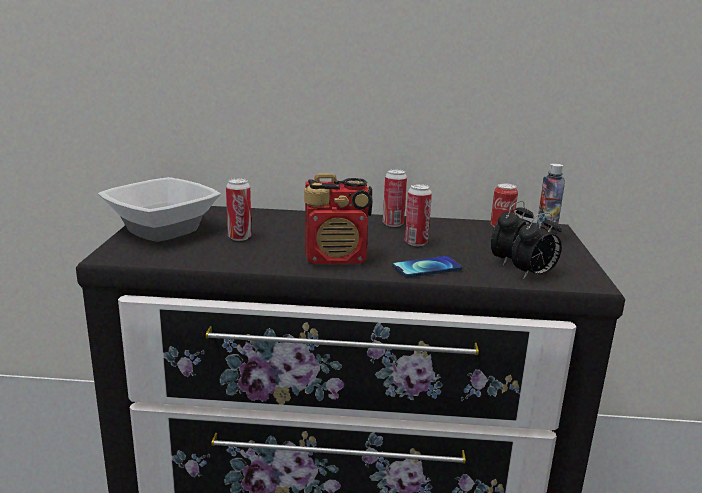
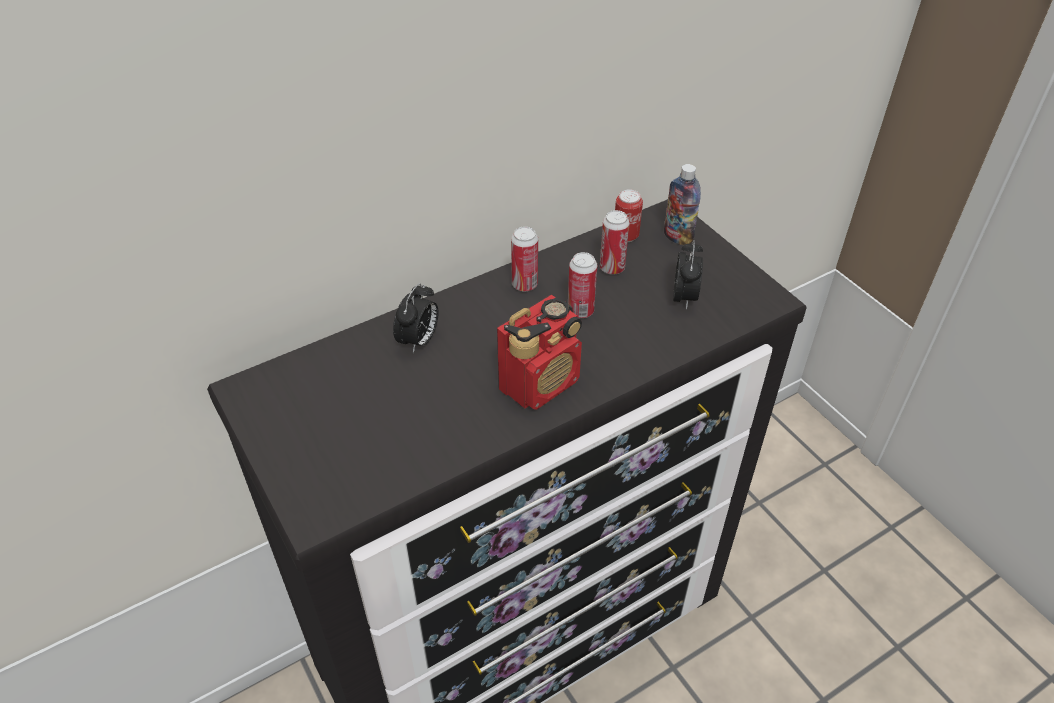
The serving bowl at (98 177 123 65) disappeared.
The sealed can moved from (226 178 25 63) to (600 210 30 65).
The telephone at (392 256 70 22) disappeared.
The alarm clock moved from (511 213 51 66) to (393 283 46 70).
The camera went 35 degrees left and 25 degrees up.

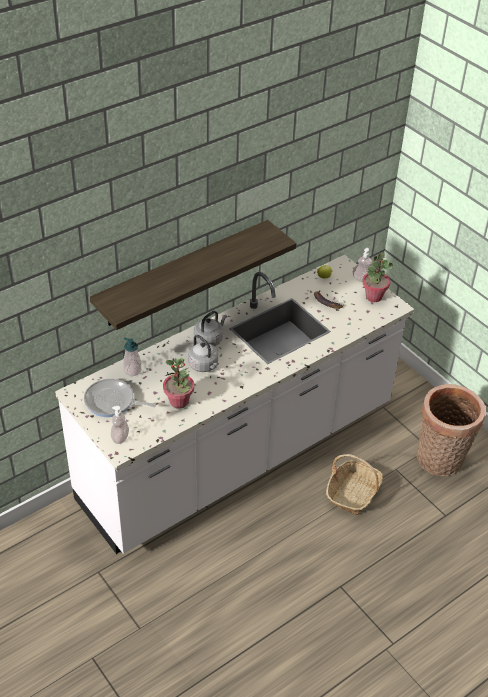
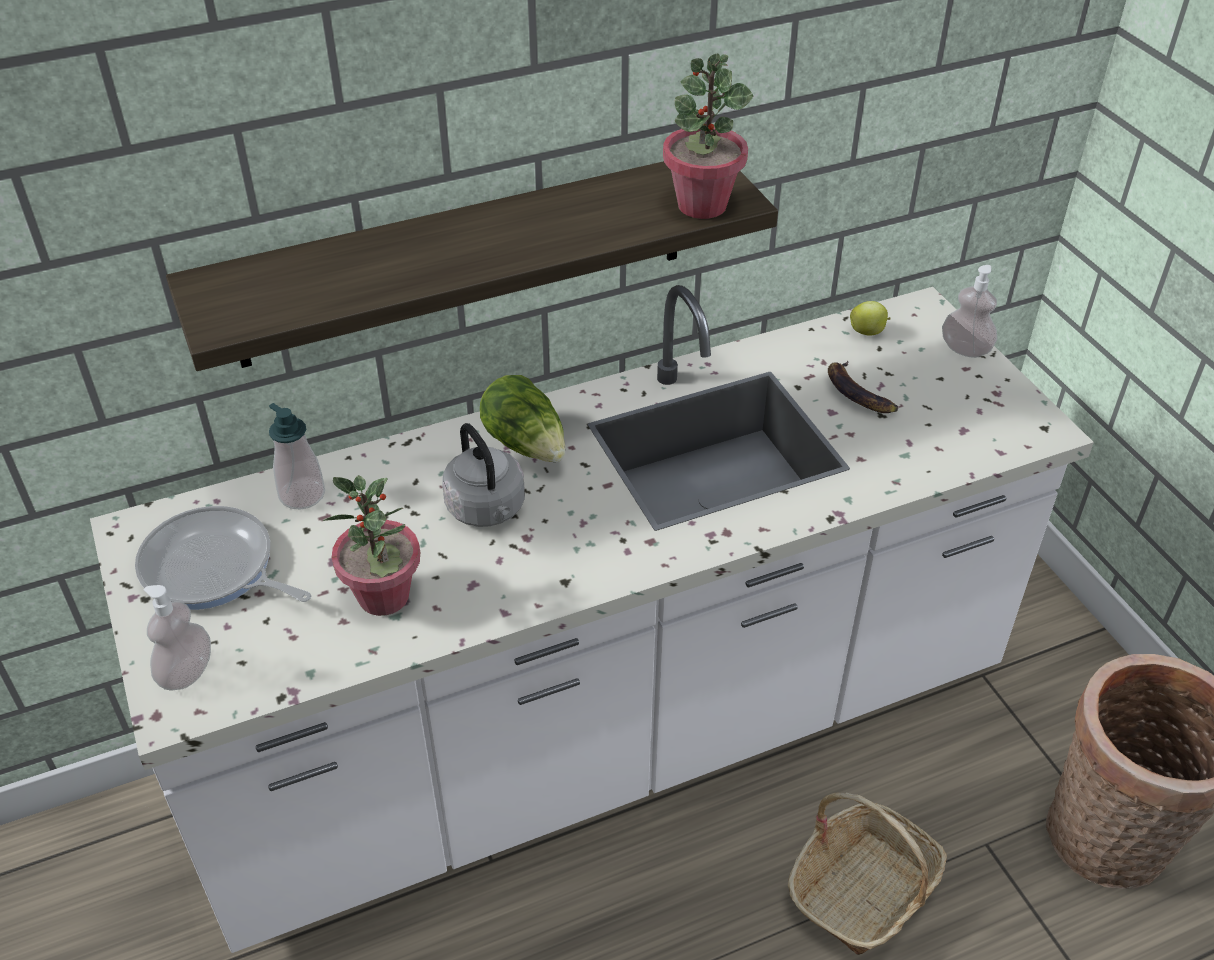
The tea kettle/grey at (194 311 33 35) was replaced by the lettuce head at (480 375 85 87).
The potted plant moved from (362 253 31 49) to (663 54 90 165).
The camera went 15 degrees right and 0 degrees up.

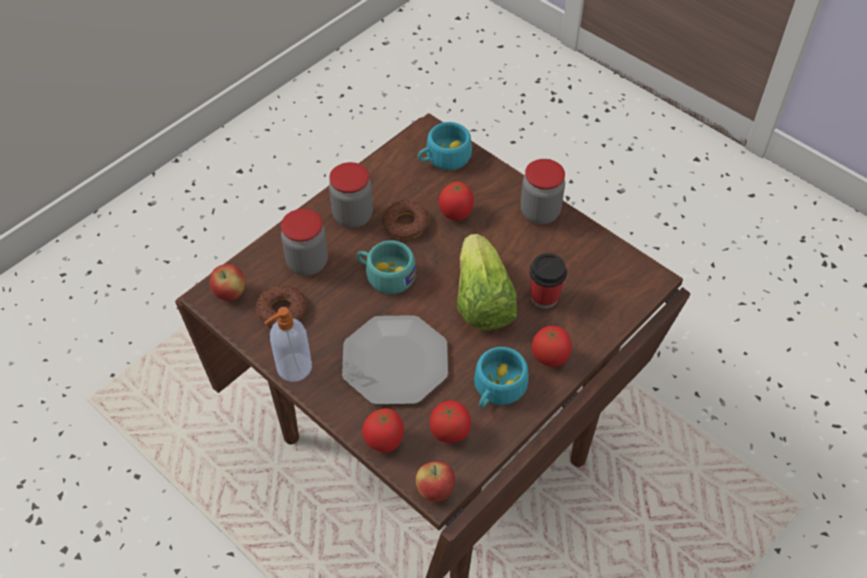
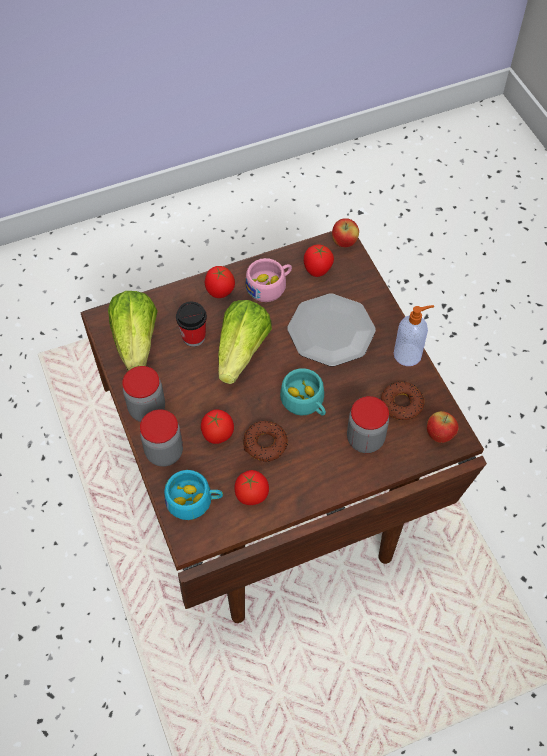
The preserve jar moved from (329 162 44 66) to (140 409 43 58).
The whole tomato moved from (362 408 42 44) to (235 470 34 35).
The small cup/blue-green at (474 347 55 61) became the small cup/pinkish at (245 258 47 44).
The lettuce head at (108 291 50 80) appeared.
The camera went 155 degrees left and 5 degrees up.

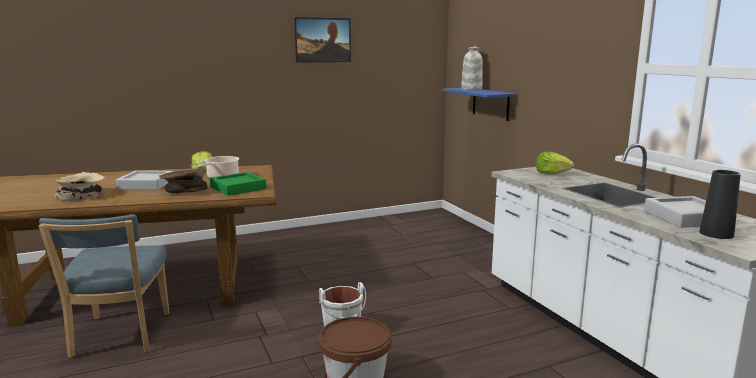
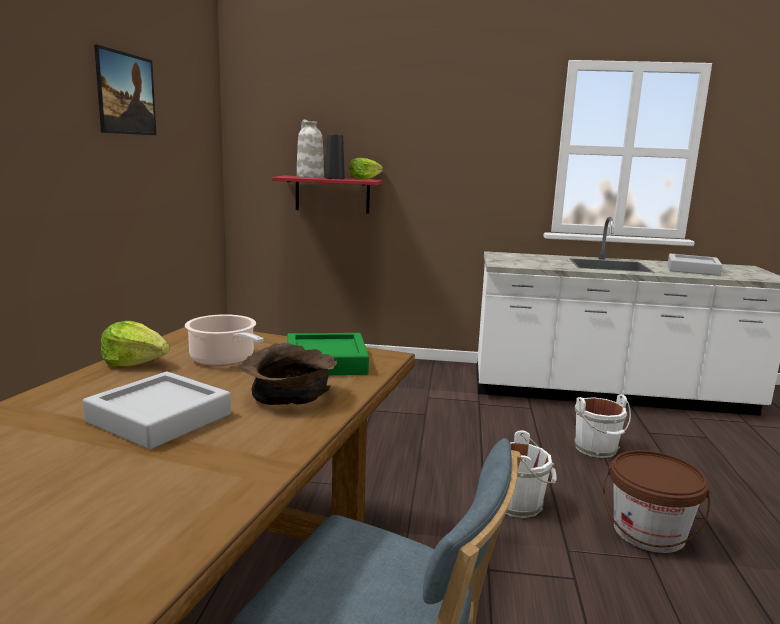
The serving bowl/beige at (54 172 51 29) disappeared.
The wall shelf/blue-coloured at (442 88 75 33) became the wall shelf/red-coloured at (272 175 111 39).
The lettuce head moved from (536 152 38 23) to (349 158 34 21).
The vase/black-coloured moved from (699 170 42 69) to (325 134 20 45).
The bucket/white at (574 394 57 64) appeared.
The camera went 60 degrees left and 0 degrees up.

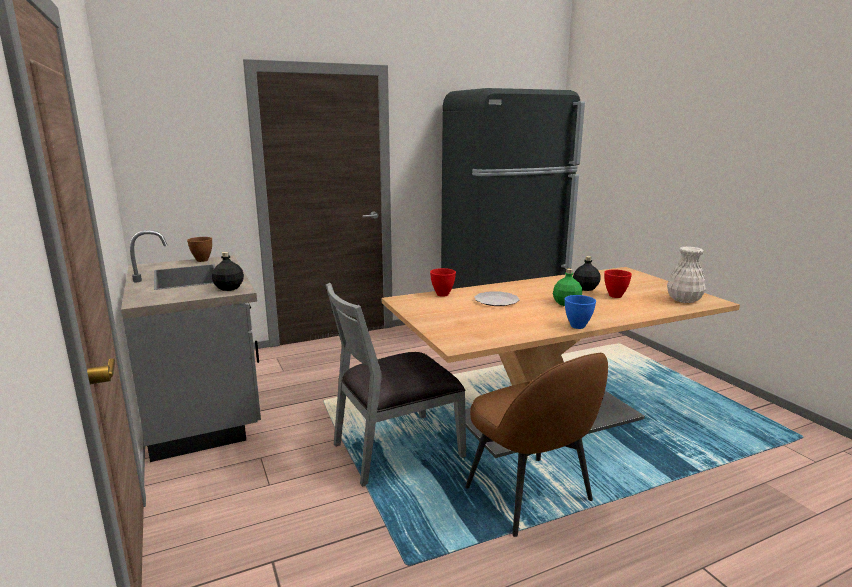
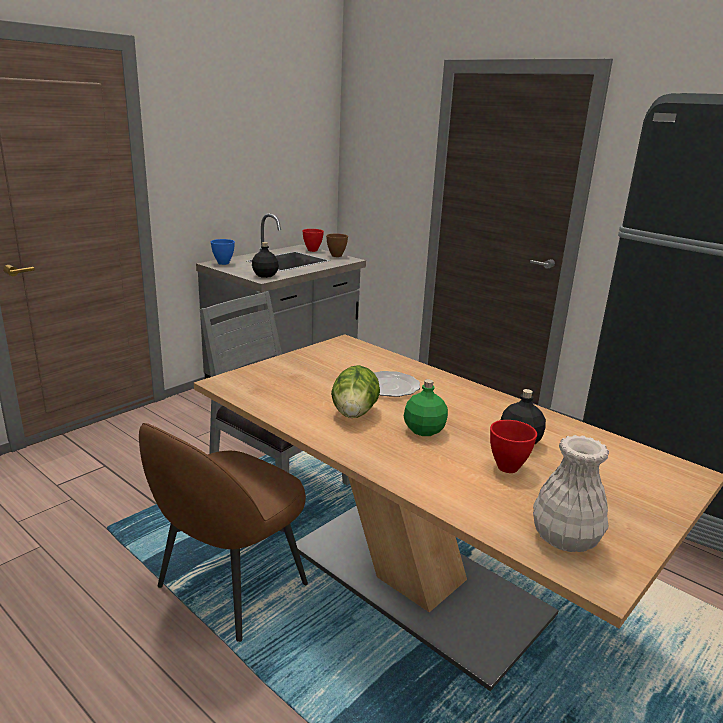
The serving bowl/red-coloured moved from (430 268 26 29) to (302 229 22 23).
The serving bowl/blue-coloured moved from (565 295 31 34) to (211 239 24 26).
The lettuce head at (331 365 49 53) appeared.
The camera went 65 degrees right and 5 degrees up.

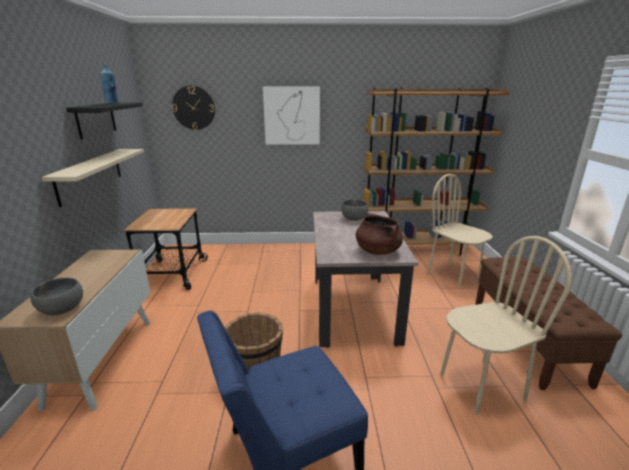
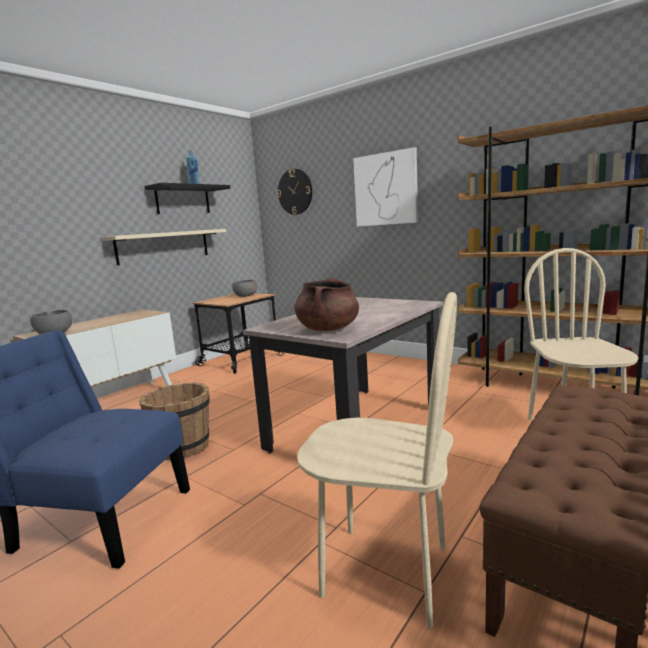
The serving bowl/grey moved from (341 199 27 22) to (232 280 25 17).
The camera went 40 degrees right and 10 degrees down.

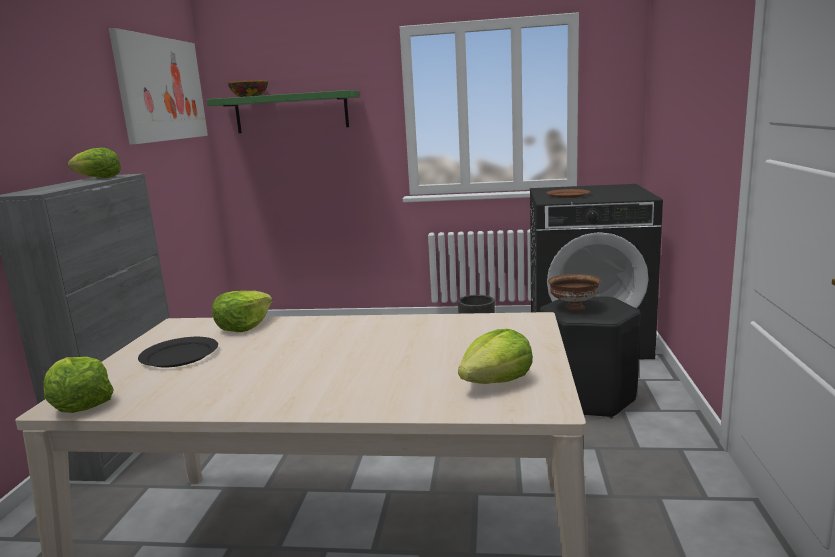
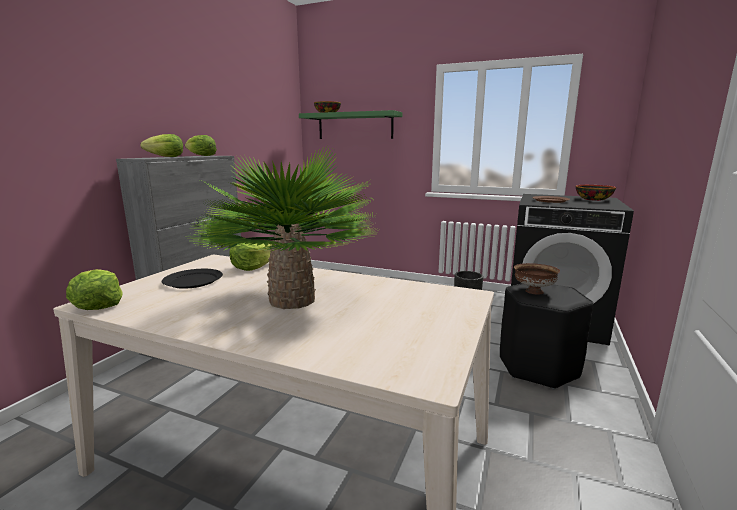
The wall art at (109 28 99 117) disappeared.
The lettuce head moved from (458 329 75 55) to (140 134 43 23).
The potted plant at (187 146 188 163) appeared.
The serving bowl at (576 185 40 16) appeared.
The camera went 15 degrees right and 0 degrees up.

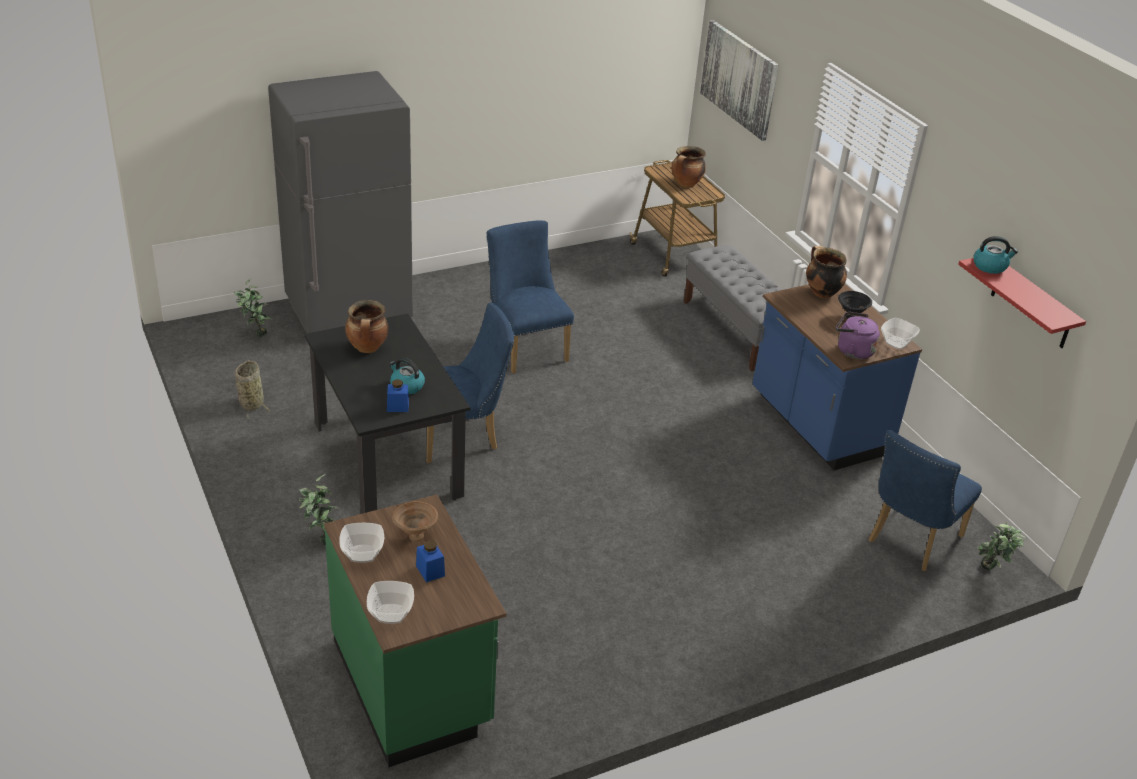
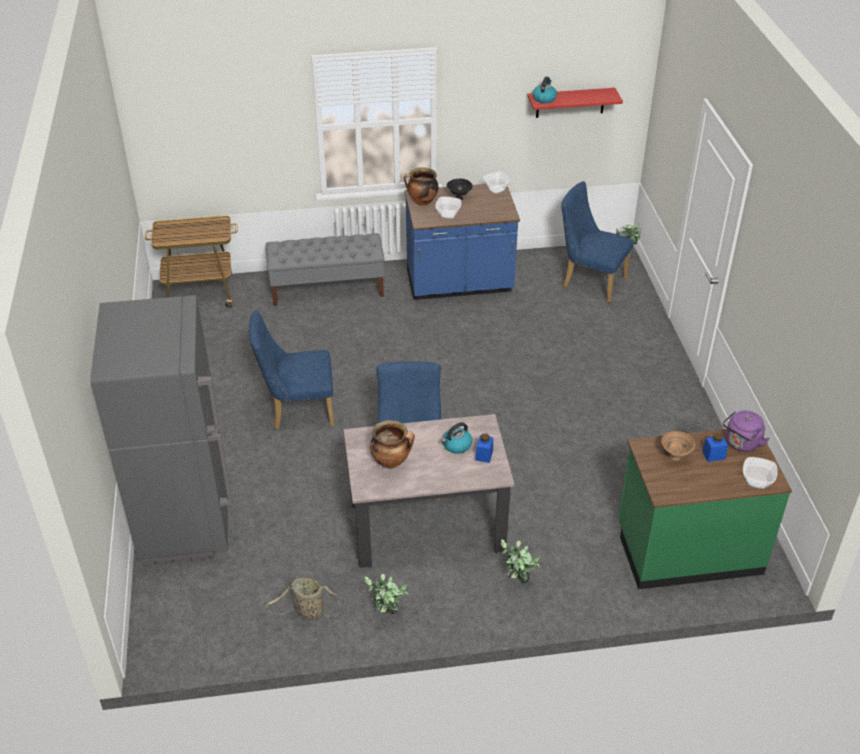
The potted plant moved from (233 278 39 59) to (365 573 44 41).
The dining table/black-coloured at (305 313 165 201) became the dining table/beige at (344 414 171 154).
The serving bowl moved from (339 523 45 40) to (435 197 27 22).
The cooking pot at (671 146 35 42) disappeared.
The wall art at (700 20 78 121) disappeared.
The tea kettle/purple moved from (836 312 44 47) to (723 410 47 42).
The plain chair/blue-coloured at (868 430 114 141) turned 150 degrees clockwise.
The camera went 70 degrees left and 5 degrees up.

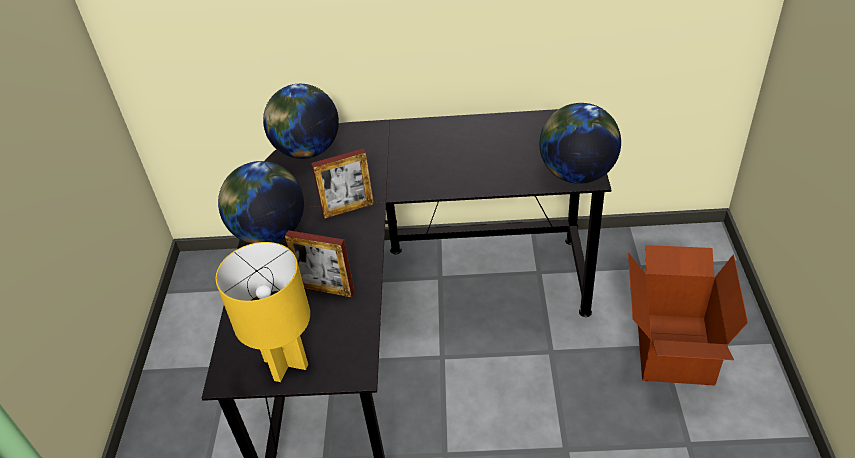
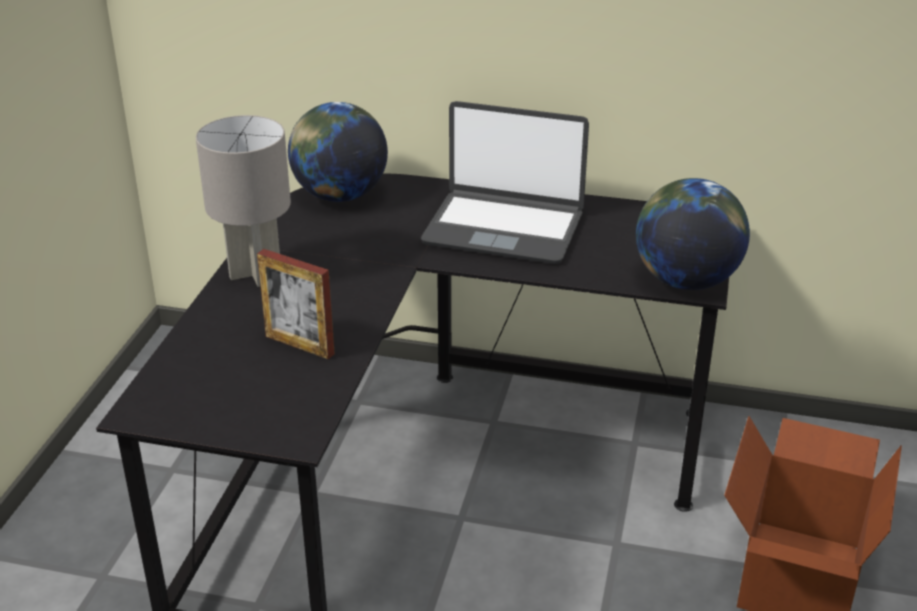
The tabletop lamp/yellow-coloured at (216 242 94 140) disappeared.
The globe at (218 161 86 83) was replaced by the tabletop lamp/grey at (196 115 95 172).
The picture frame at (311 148 63 71) disappeared.
The notebook computer at (421 101 168 163) appeared.
The camera went 10 degrees right and 10 degrees down.

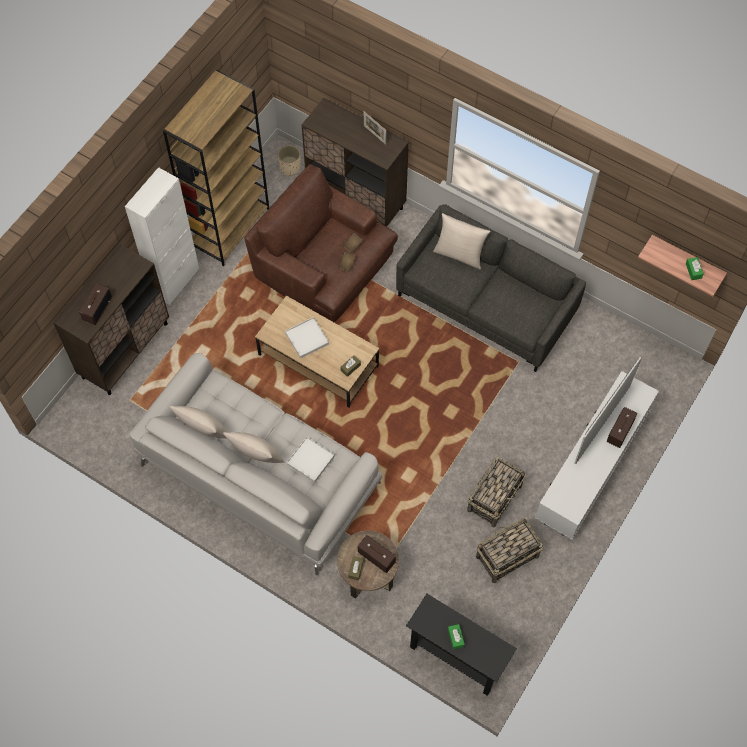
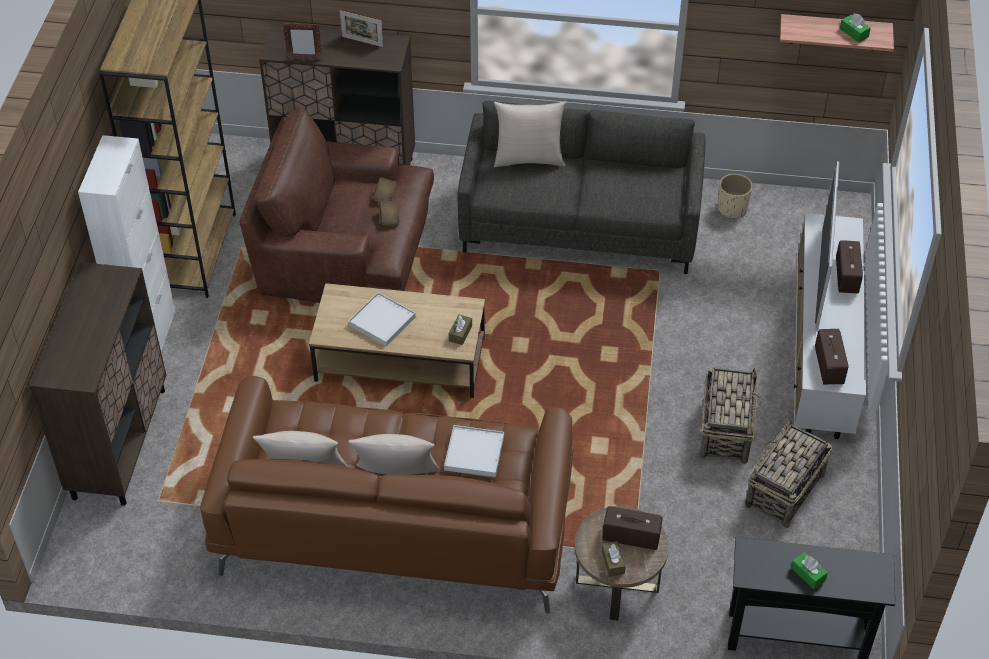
The radio moved from (79 283 33 42) to (815 329 34 56).
The sofa/grey at (129 353 253 222) became the sofa/brown at (200 376 373 238).
The flower pot/beige moved from (278 145 22 31) to (718 174 35 44).
The picture frame at (282 23 41 37) appeared.
The camera went 25 degrees left and 15 degrees down.

